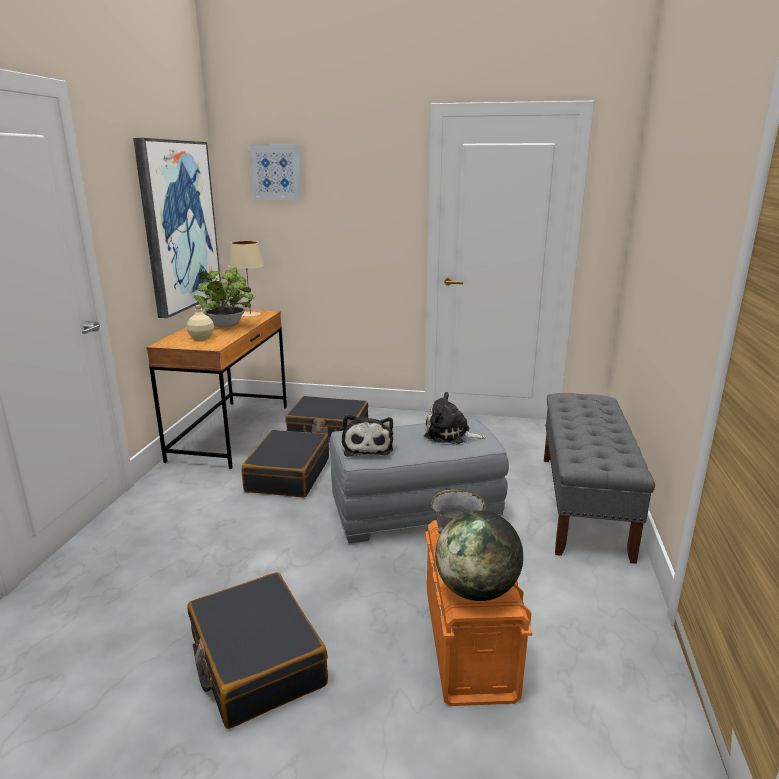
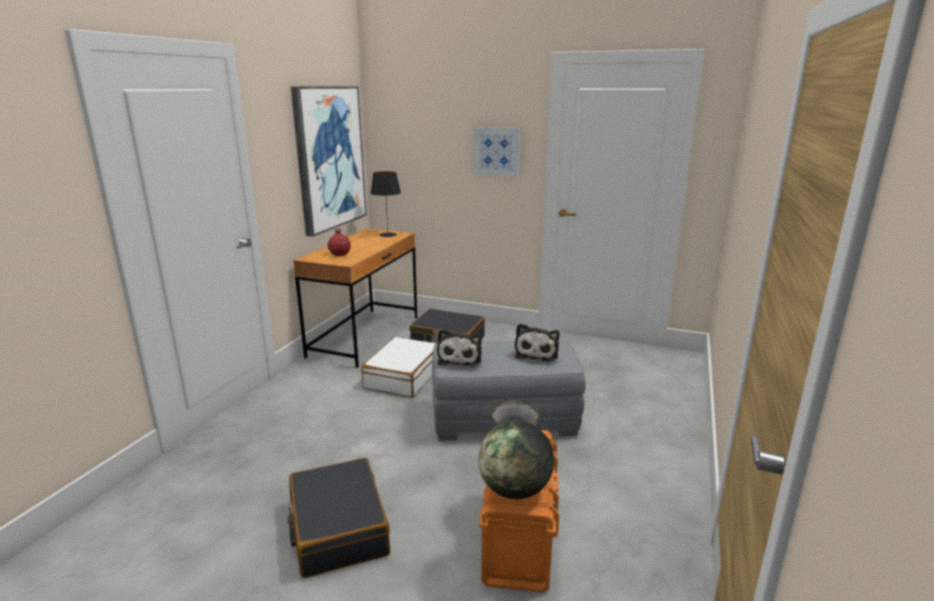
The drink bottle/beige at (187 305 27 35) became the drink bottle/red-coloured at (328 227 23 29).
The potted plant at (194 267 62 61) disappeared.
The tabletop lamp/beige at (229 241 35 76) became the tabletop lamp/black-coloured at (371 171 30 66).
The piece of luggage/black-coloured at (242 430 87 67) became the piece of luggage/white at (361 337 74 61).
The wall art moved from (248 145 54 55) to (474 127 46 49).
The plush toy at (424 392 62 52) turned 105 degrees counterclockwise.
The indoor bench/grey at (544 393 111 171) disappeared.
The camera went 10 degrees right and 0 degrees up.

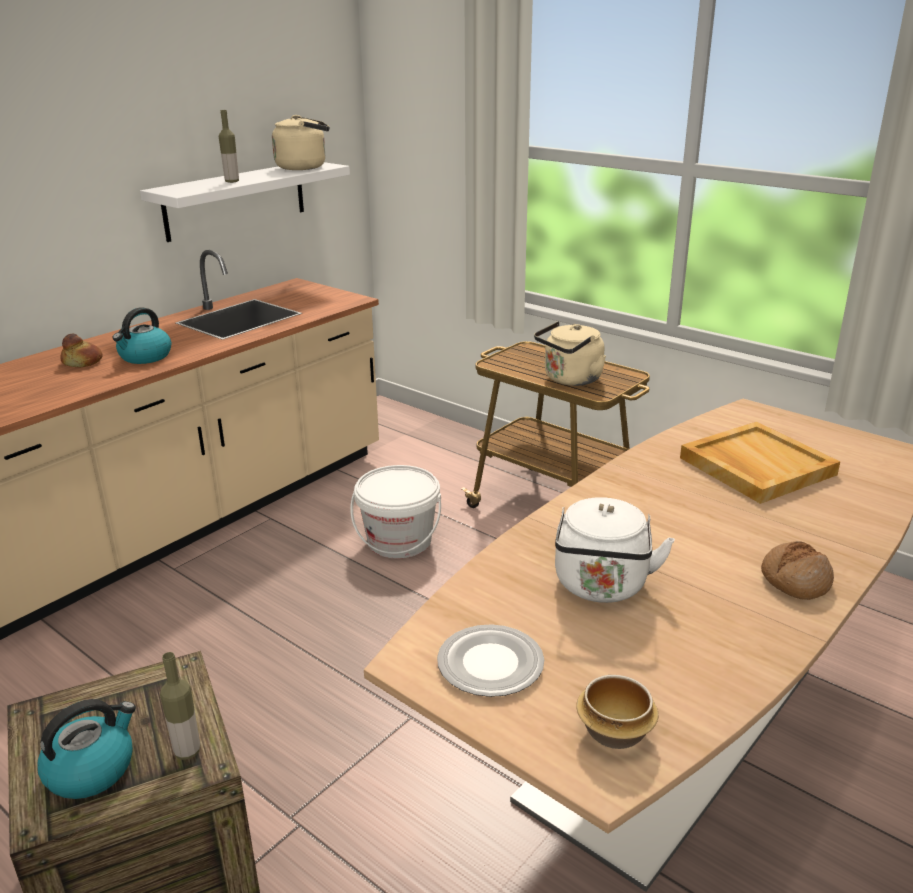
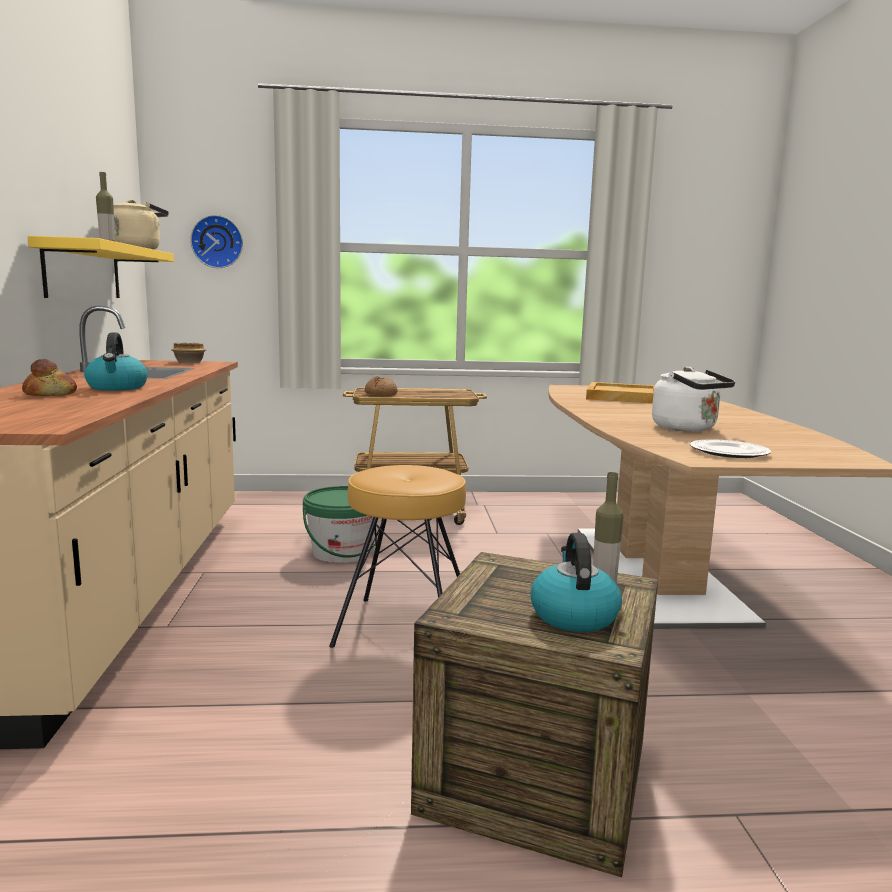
The wall shelf/white at (140 162 210 80) became the wall shelf/yellow-coloured at (28 236 146 62).
The bucket/white at (350 465 91 93) became the bucket/greenish at (303 486 72 77).
The tea kettle/beige at (534 321 72 65) disappeared.
The serving bowl moved from (576 675 82 74) to (171 343 35 20).
The bakery bread moved from (761 541 73 59) to (364 376 34 20).
The clock on the wall at (190 215 53 53) appeared.
The sitting stool/brown at (329 465 137 183) appeared.
The camera went 45 degrees left and 15 degrees down.

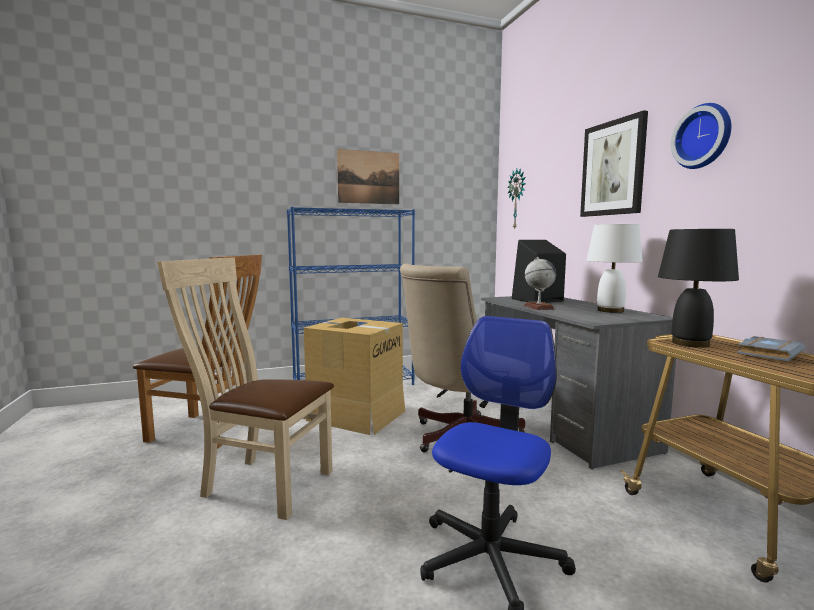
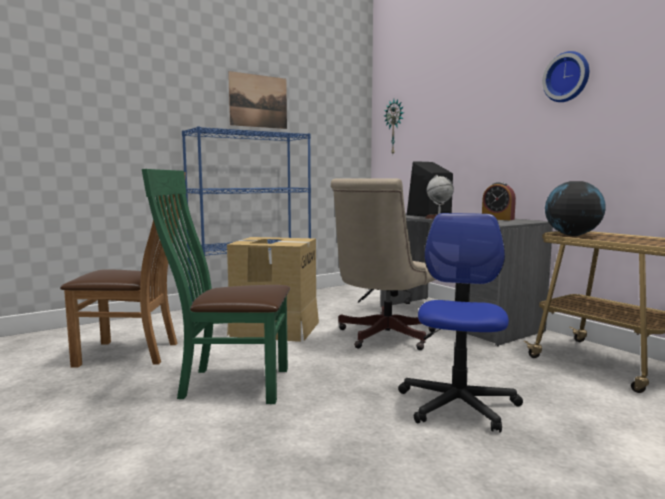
The plain chair/beige at (157 257 177 263) became the plain chair/greenish at (142 169 148 235).
The wall art at (580 110 68 107) disappeared.
The tabletop lamp/white at (586 224 57 89) was replaced by the alarm clock at (482 182 34 38).
The tabletop lamp/black-coloured at (658 229 81 119) was replaced by the globe at (545 181 61 55).
The book/grey at (737 336 68 25) disappeared.
The camera went 15 degrees left and 0 degrees up.

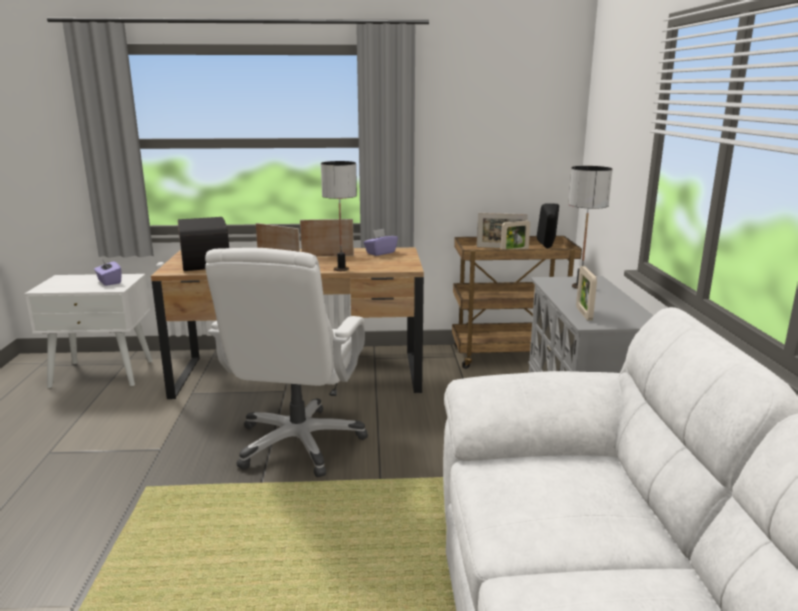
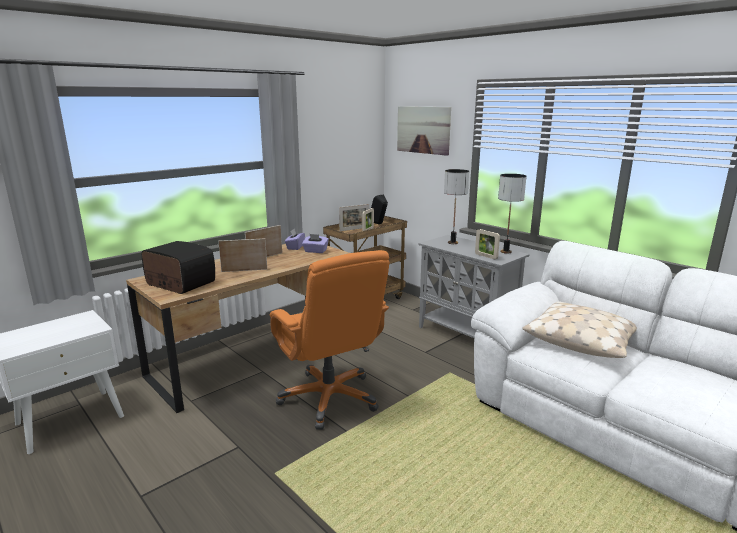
The tissue box/purple moved from (94 259 27 27) to (302 234 27 19).
The office chair/white at (205 248 163 229) became the office chair/orange-coloured at (270 250 120 180).
The tabletop lamp moved from (321 161 36 110) to (498 174 29 80).
The wall art at (397 106 54 50) appeared.
The throw pillow/beige at (522 301 115 57) appeared.
The camera went 40 degrees left and 0 degrees up.

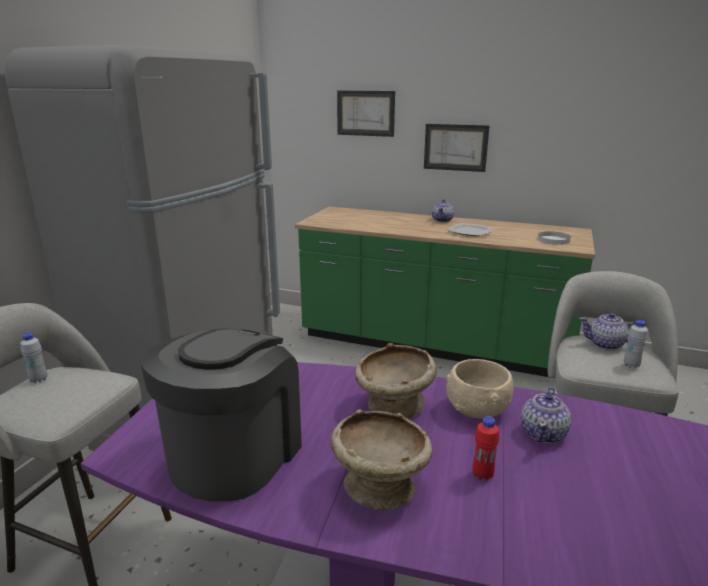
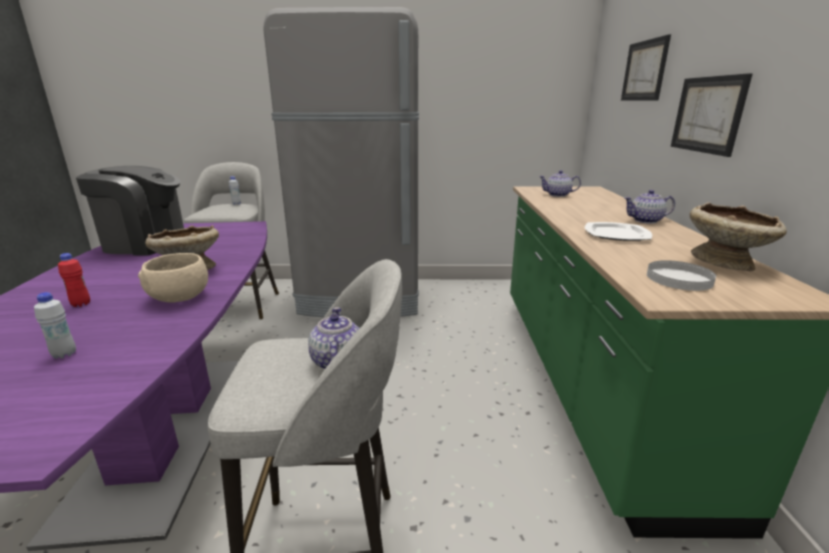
The serving bowl/beige moved from (330 409 102 102) to (690 202 97 69).
The tea pot moved from (521 387 50 56) to (539 170 42 27).
The drink bottle/white moved from (624 320 24 48) to (34 292 42 67).
The camera went 70 degrees right and 0 degrees up.

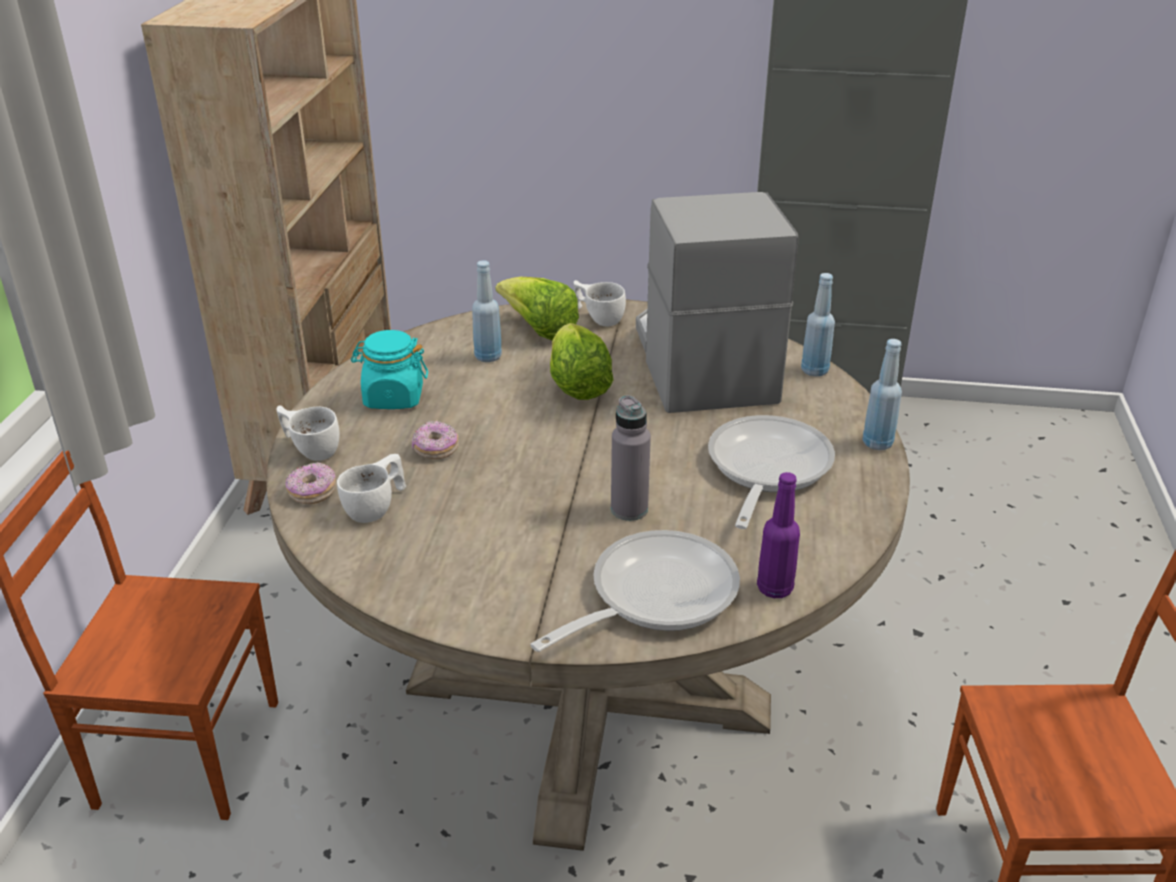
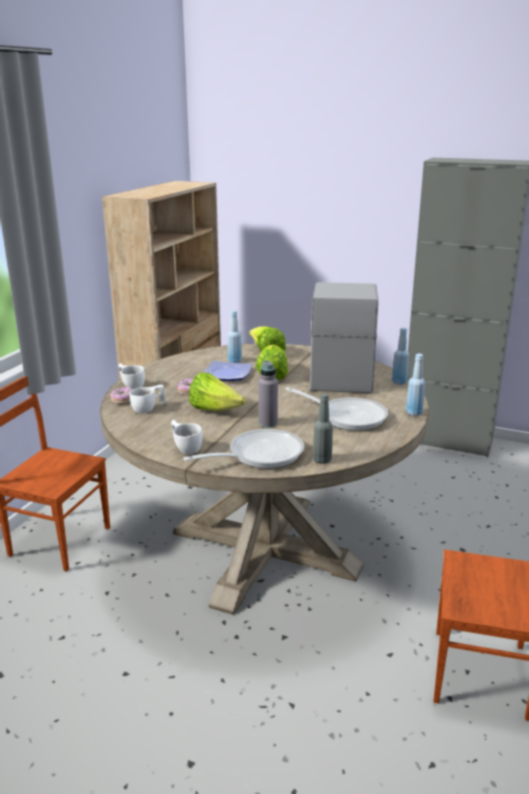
The preserve jar/blue-green at (351 330 77 79) disappeared.
The small cup/white moved from (574 280 52 46) to (171 420 31 35).
The skillet at (708 415 127 114) turned 90 degrees clockwise.
The drink bottle/purple at (757 472 43 126) became the drink bottle/grey at (313 393 20 71).
The lettuce head at (189 373 57 38) appeared.
The dinner plate at (203 361 49 20) appeared.
The camera went 15 degrees right and 10 degrees down.

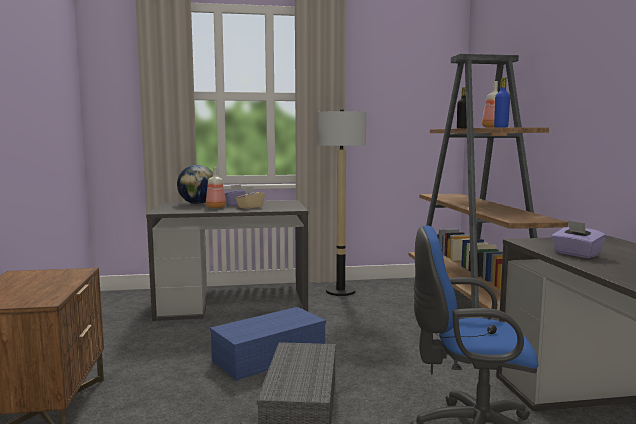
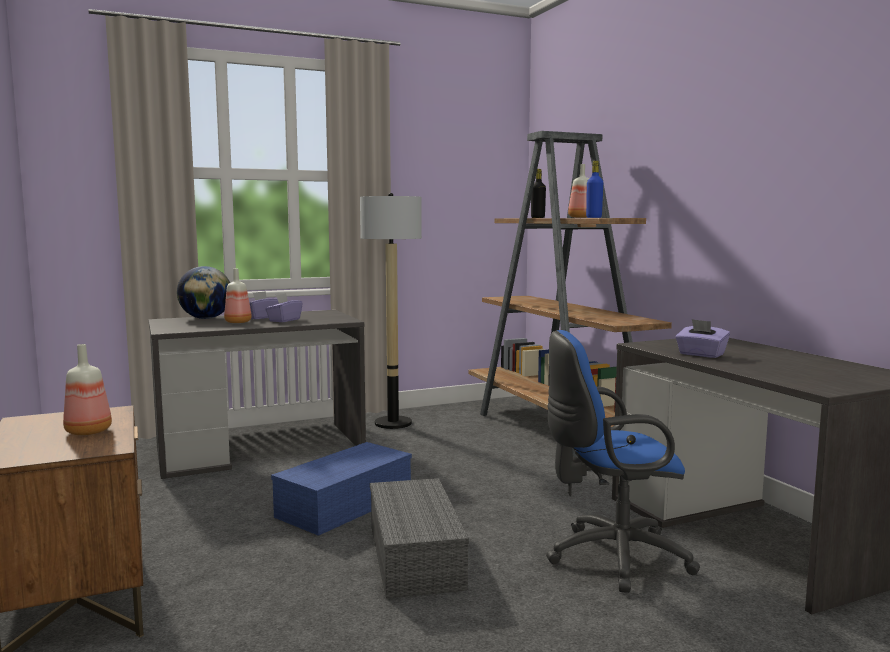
The tissue box/beige at (236 187 29 22) became the tissue box/purple at (265 293 38 29).
The drink bottle at (63 344 49 91) appeared.
The camera went 15 degrees left and 0 degrees up.

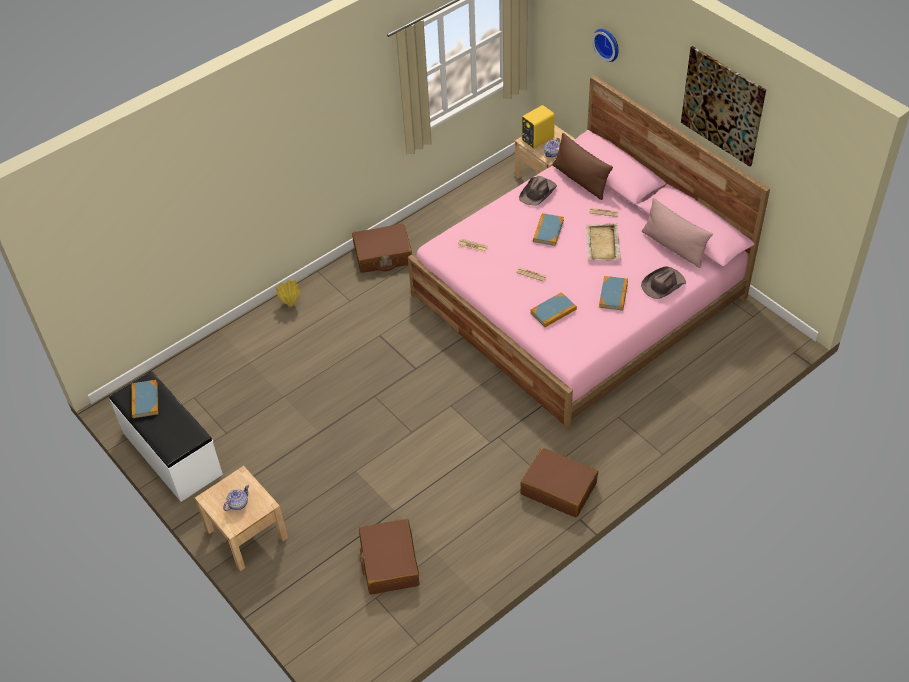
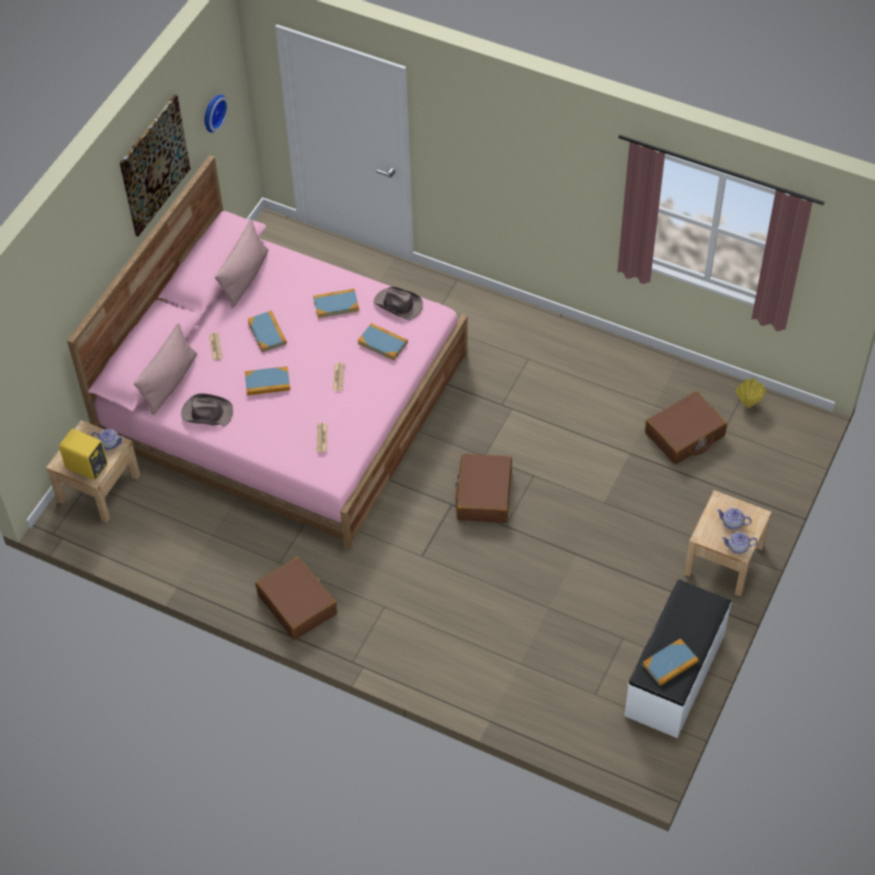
The vase/yellow-coloured moved from (275 280 25 26) to (735 378 32 30).
The piece of luggage/brown moved from (520 448 78 69) to (455 454 57 69).
The throw pillow/brown at (553 133 60 67) became the throw pillow/pinkish at (134 323 63 92).
The tray/beige at (585 223 36 38) was replaced by the book at (248 311 39 41).
The clock on the wall moved from (592 29 26 33) to (204 94 25 39).
The wearable hat/brown moved from (641 266 45 33) to (373 287 50 33).
The tea pot at (722 532 36 22) appeared.
The camera went 115 degrees left and 5 degrees up.

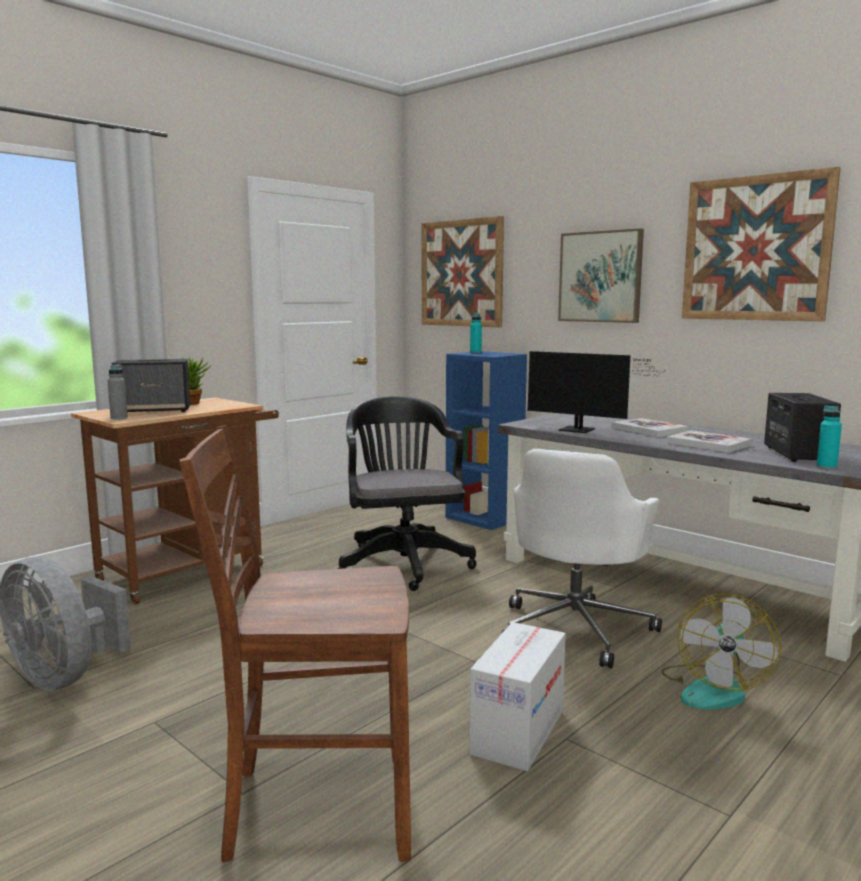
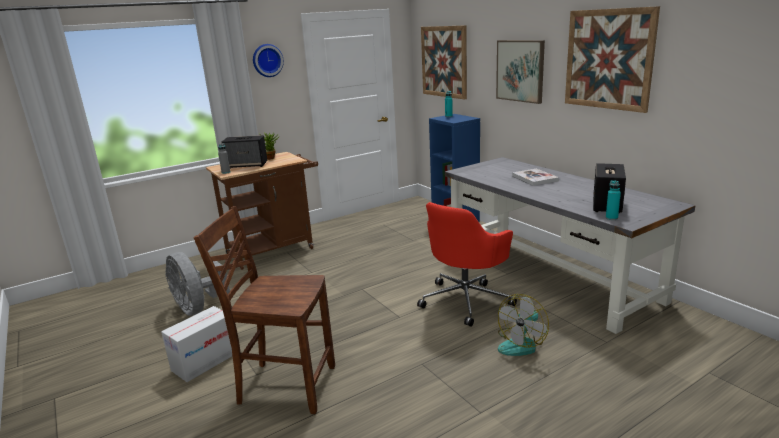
The office chair/black-coloured at (337 396 140 195) disappeared.
The packing box moved from (469 622 97 149) to (161 306 71 76).
The office chair/white at (501 449 161 220) became the office chair/red-coloured at (417 202 100 125).
The computer screen at (527 351 139 82) disappeared.
The book at (666 430 86 23) disappeared.
The clock on the wall at (253 44 31 33) appeared.
The camera went 15 degrees right and 10 degrees up.

